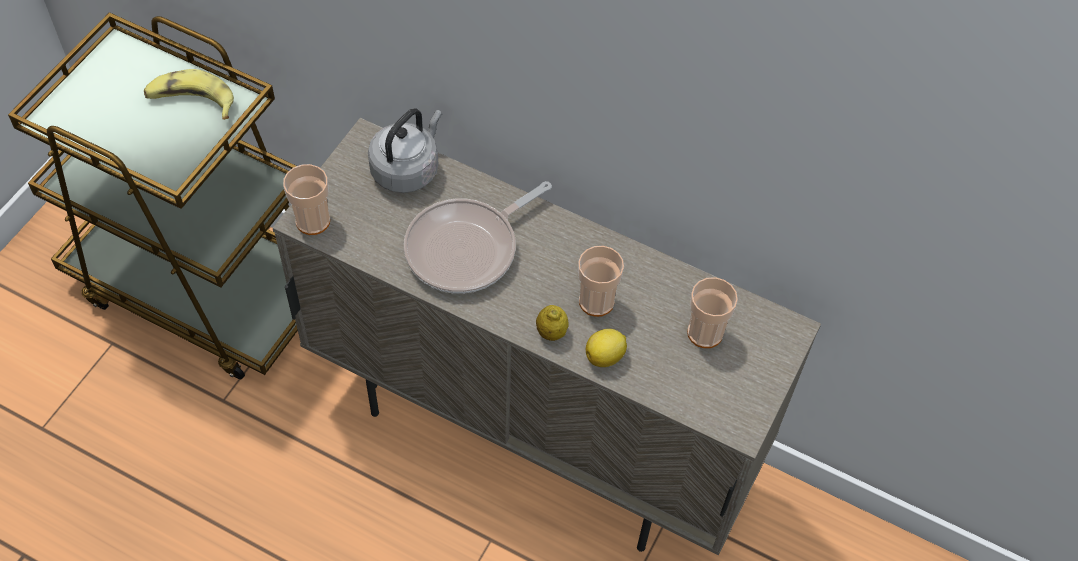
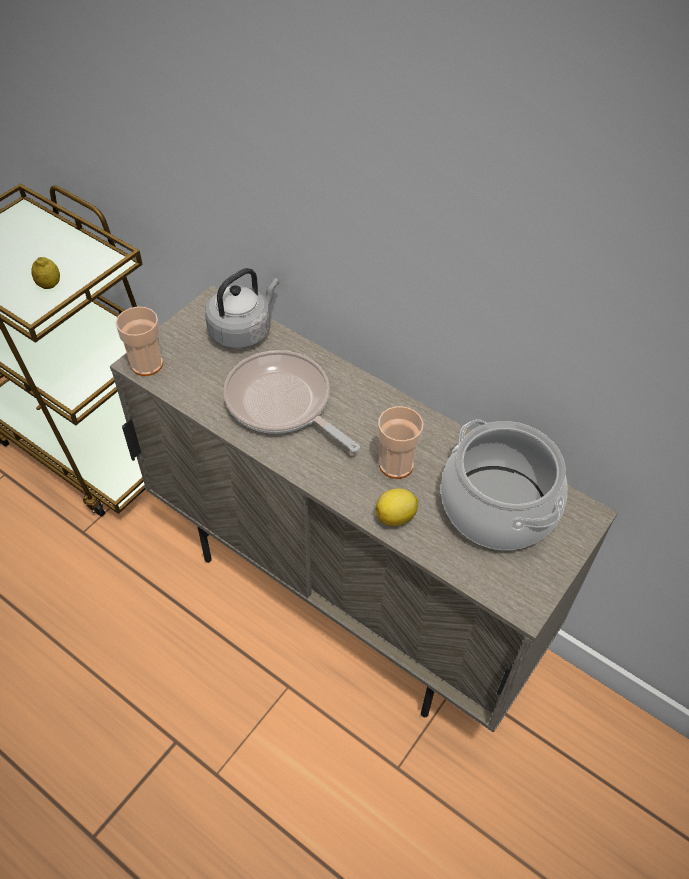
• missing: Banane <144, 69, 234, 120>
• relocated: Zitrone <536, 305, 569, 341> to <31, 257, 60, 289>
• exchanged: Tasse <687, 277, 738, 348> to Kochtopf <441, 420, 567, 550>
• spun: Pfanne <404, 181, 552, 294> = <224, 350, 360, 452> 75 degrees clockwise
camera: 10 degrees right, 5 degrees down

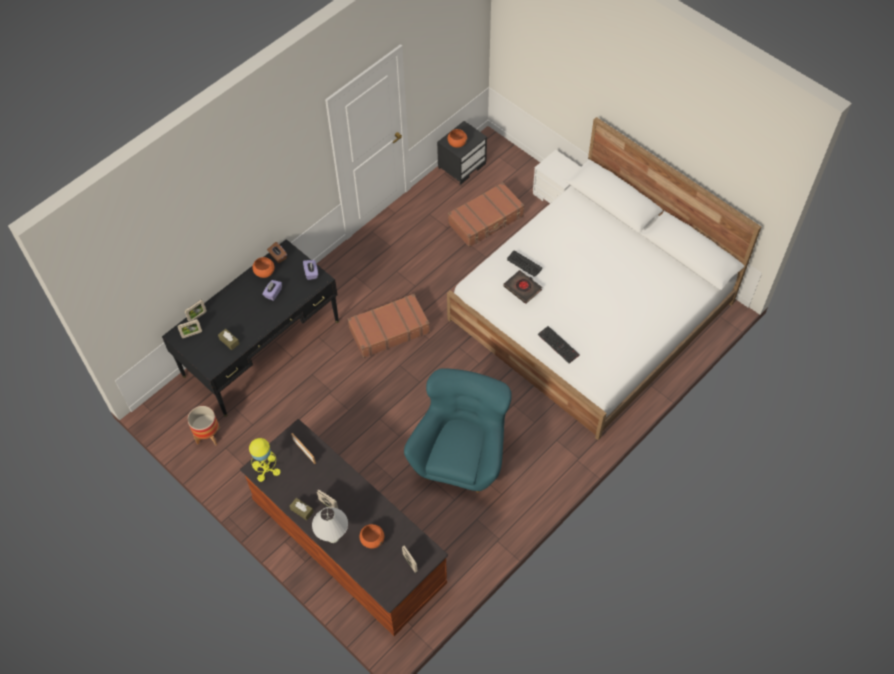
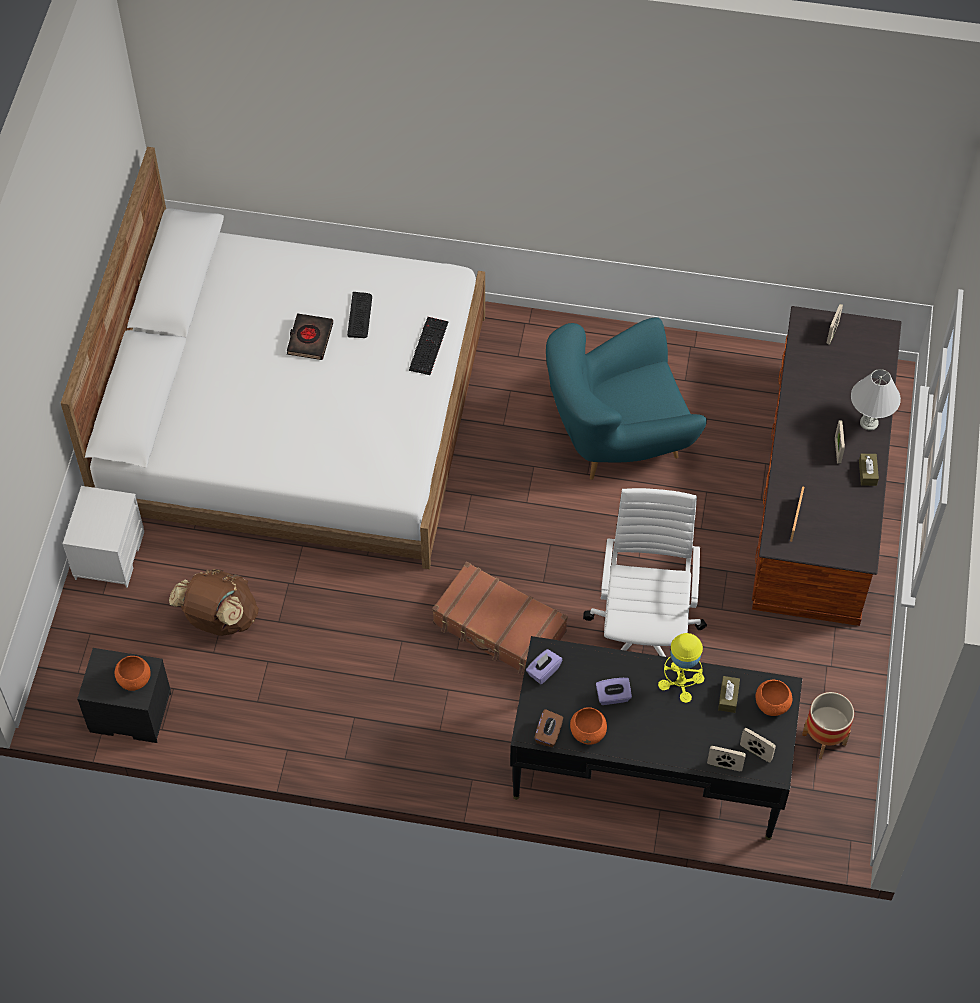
• appeared: Bürostuhl (weiß) <583, 488, 707, 657>
• relocated: Tischlampe (gelb) <249, 438, 280, 482> to <658, 633, 704, 703>
• relocated: Schüssel (orange) <360, 524, 384, 549> to <756, 680, 792, 716>
• relocated: Buch (schwarz) <503, 270, 542, 304> to <287, 313, 333, 360>
• relocated: Tastatur <507, 251, 542, 277> to <347, 292, 372, 338>
• exchanged: Koffer (braun) <448, 182, 524, 247> to Rucksack (braun) <169, 569, 259, 636>
camera: 125 degrees left, 0 degrees up

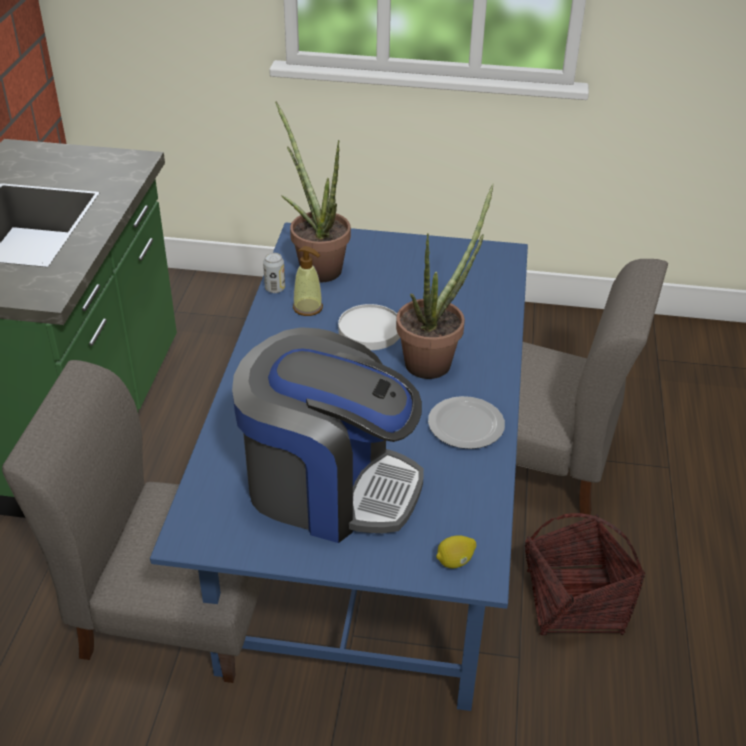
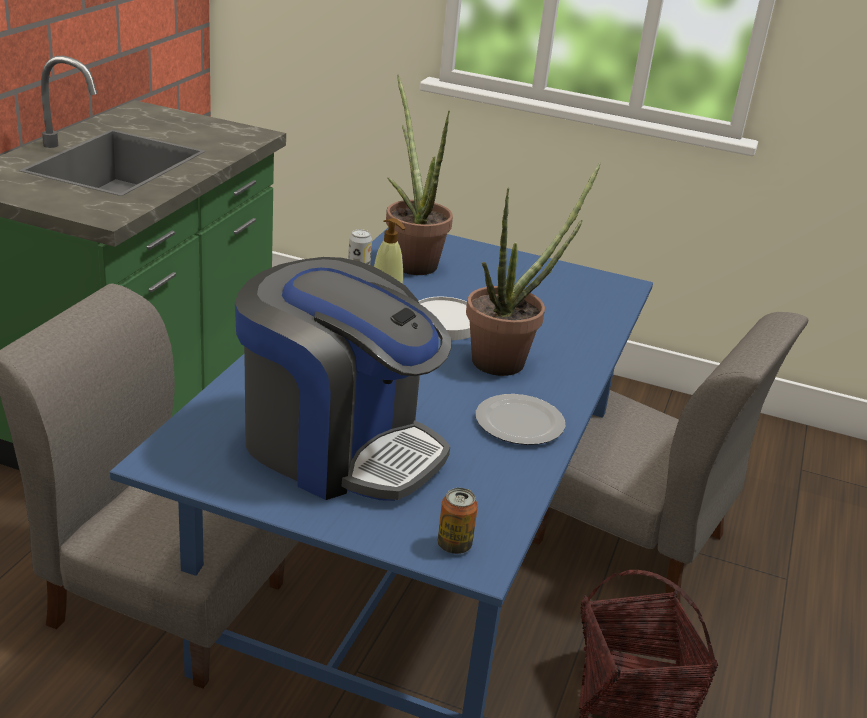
• exchanged: Zitrone <436, 535, 476, 568> to Dose <437, 488, 478, 554>
camera: 10 degrees right, 10 degrees down

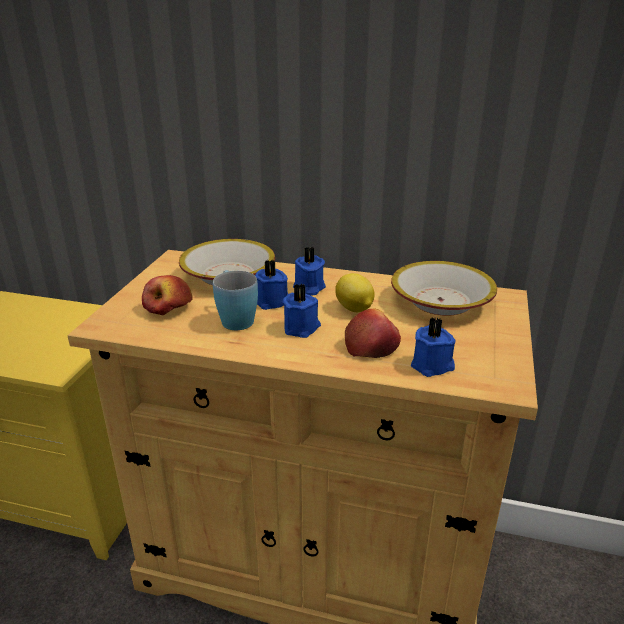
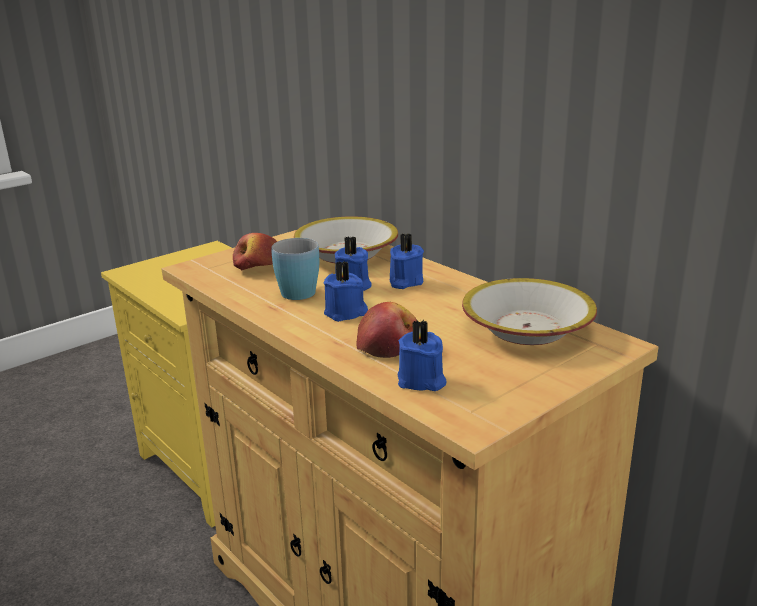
• missing: Zitrone <335, 273, 375, 312>
camera: 35 degrees right, 5 degrees down

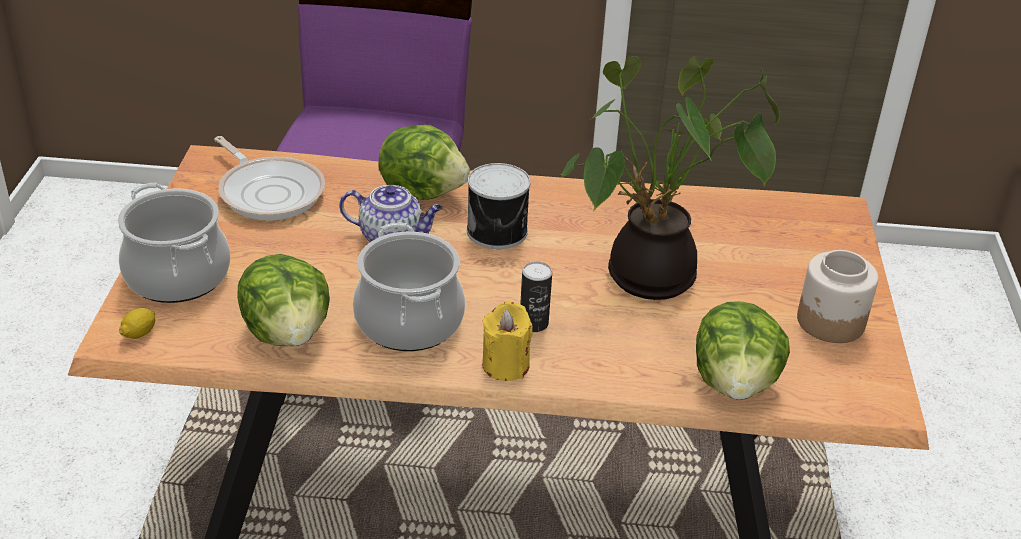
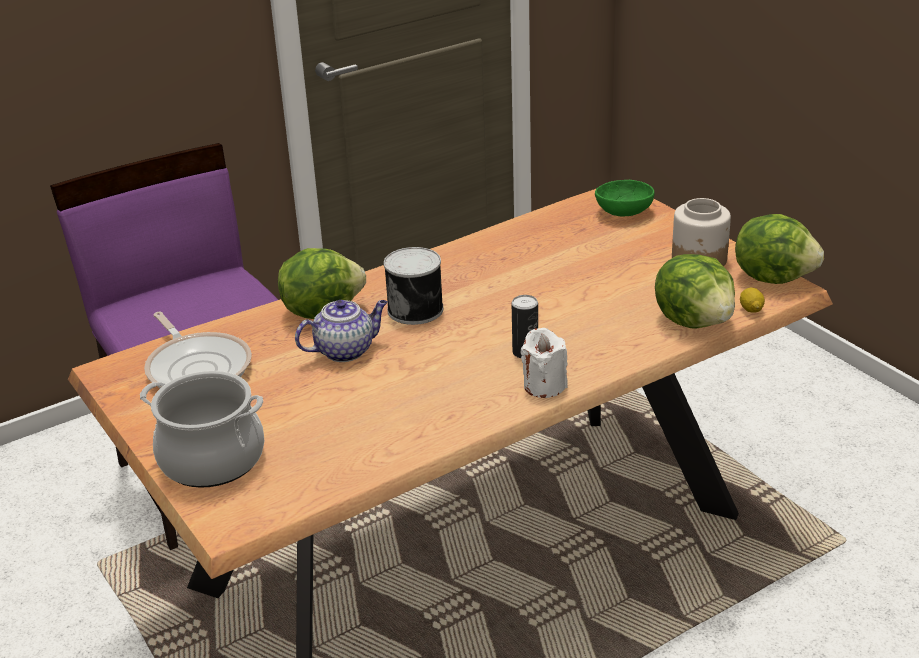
• missing: Kochtopf <353, 222, 465, 351>
• missing: Topfpflanze <561, 56, 780, 300>
• appeared: Schüssel (grün) <595, 180, 654, 216>
• relocated: Zitrone <119, 308, 155, 339> to <740, 287, 765, 313>
• relocated: Salatkopf <237, 254, 330, 347> to <735, 214, 824, 284>
• colour: Kerze (gelb) <482, 302, 533, 381> to Kerze (weiß) <521, 328, 568, 398>
• spun: Pfanne <214, 136, 325, 221> = <144, 312, 252, 388> 45 degrees clockwise
camera: 35 degrees left, 5 degrees down

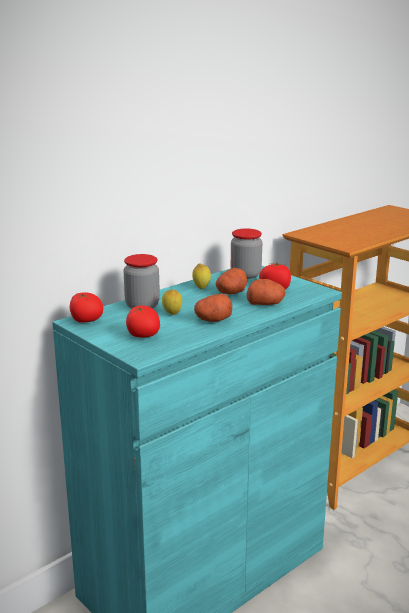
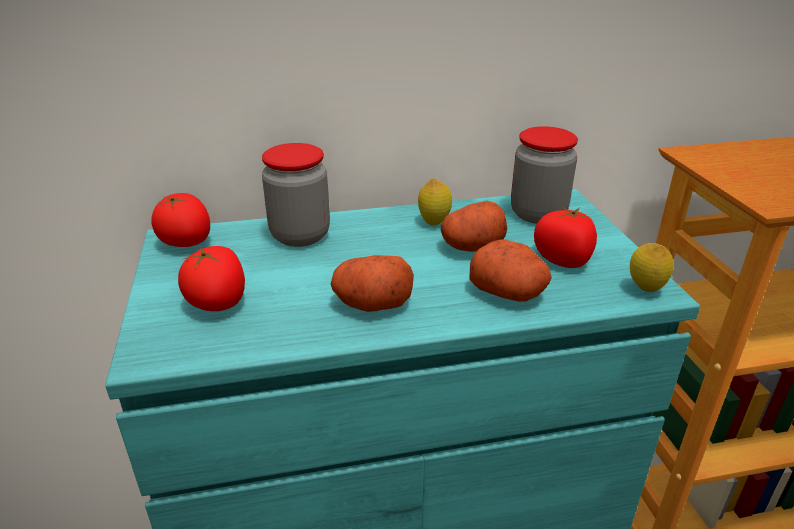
• relocated: Zitrone <162, 289, 182, 315> to <630, 243, 674, 292>
camera: 30 degrees right, 10 degrees up

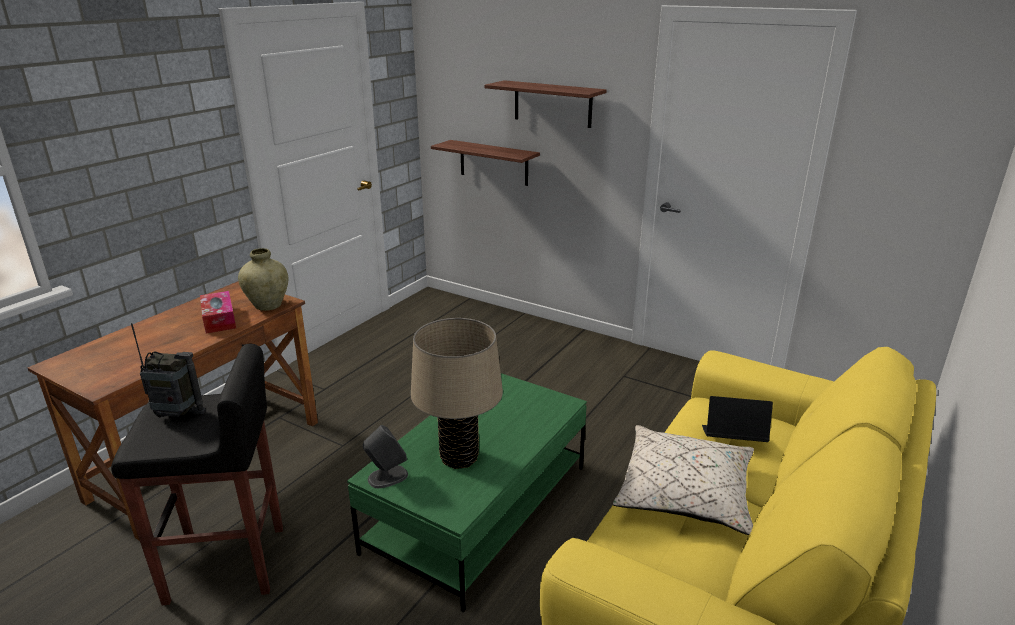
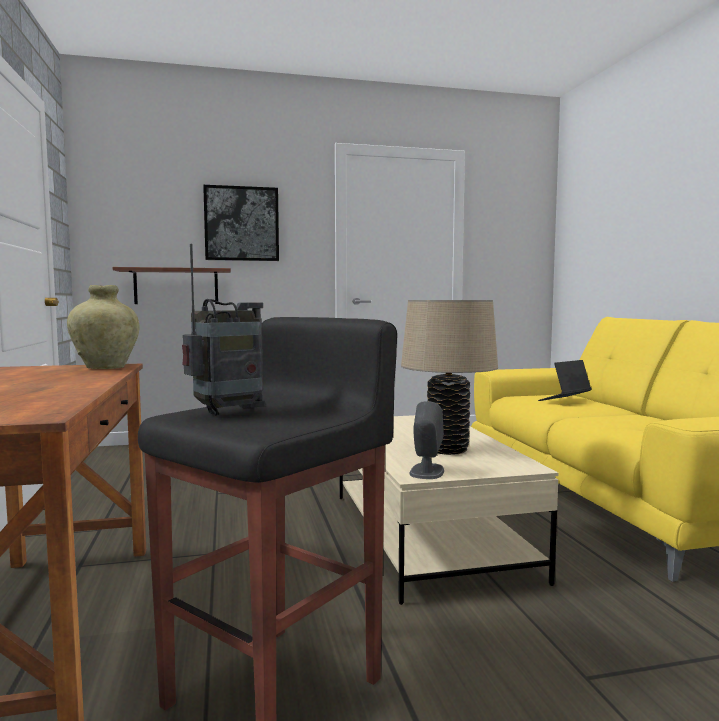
• missing: Taschentuchbox <200, 291, 236, 334>
• missing: Kissen (beige) <613, 425, 754, 535>
• exchanged: Wandregal <484, 80, 606, 128> to Bild <203, 185, 279, 261>
• colour: Couchtisch (grün) <347, 373, 587, 612> to Couchtisch (beige) <339, 415, 558, 605>
camera: 45 degrees left, 20 degrees down

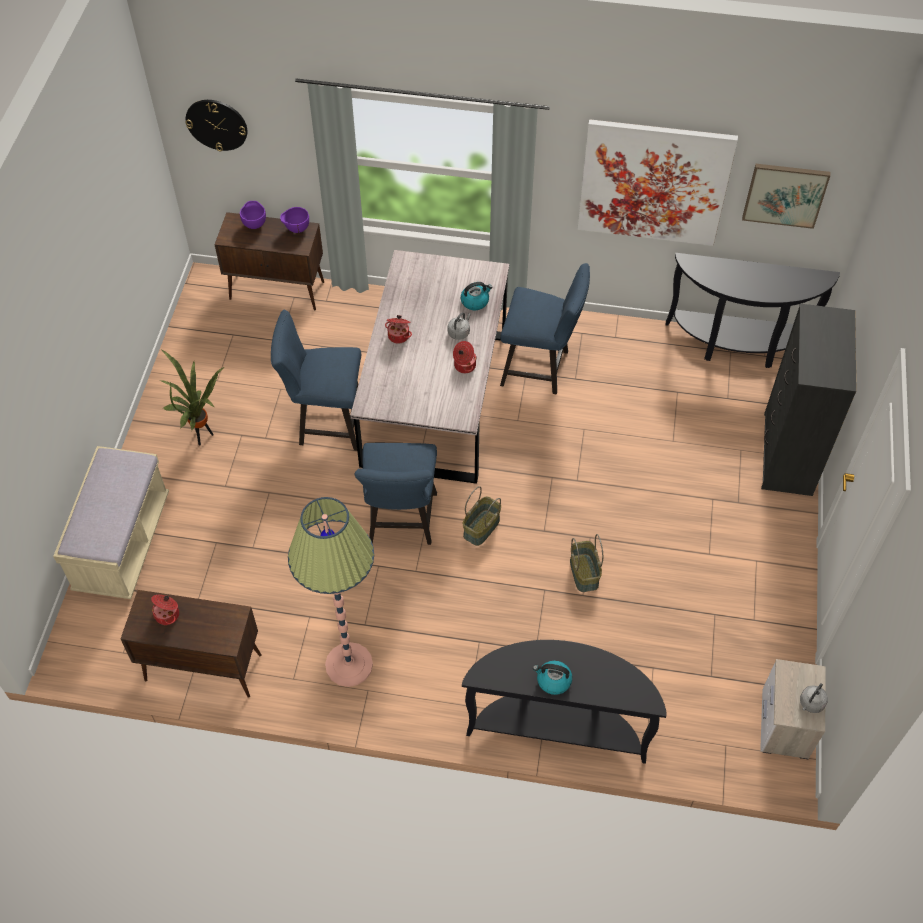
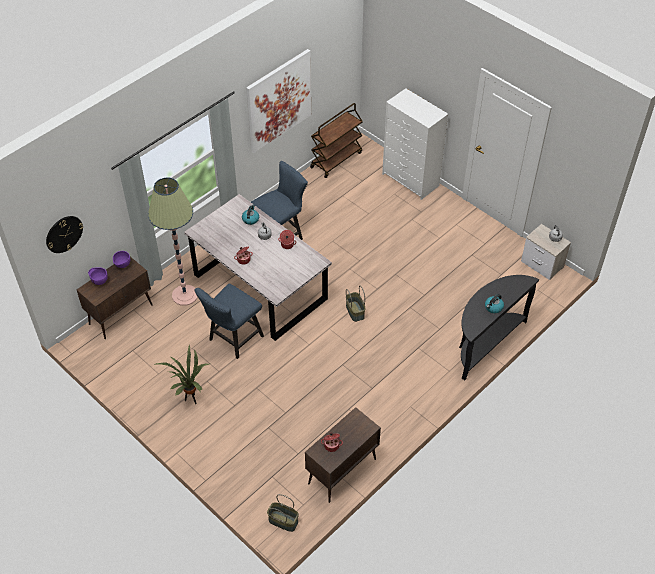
• missing: Bank (beige) <53, 446, 169, 599>
• missing: Stuhl (blau) <354, 443, 437, 545>
• missing: Bild <742, 164, 830, 229>
• relocated: Stehlampe <288, 497, 374, 687> to <148, 177, 198, 306>
• relocated: Korb <570, 534, 603, 592> to <267, 494, 299, 532>
• exchanged: Konsolentisch (schwarz) <666, 253, 840, 368> to Rollwagen (braun) <310, 103, 363, 178>
• colour: Kommode (schwarz) <761, 304, 856, 496> to Kommode (weiß) <382, 88, 448, 200>
camera: 55 degrees left, 5 degrees down

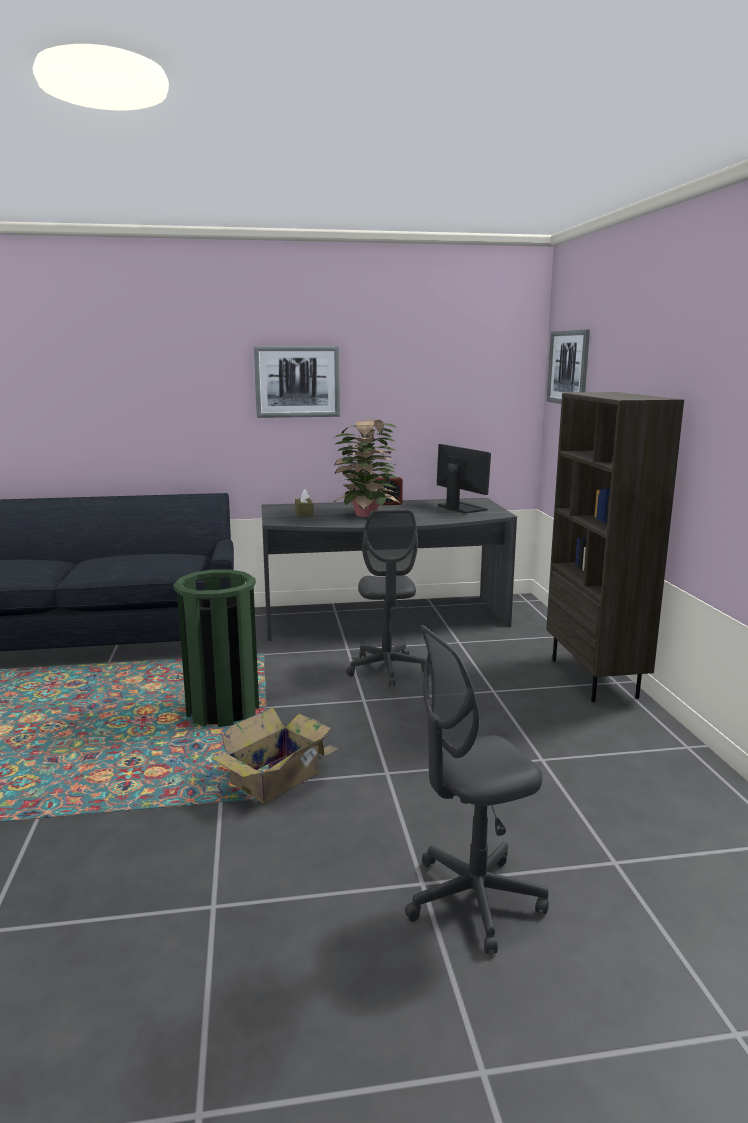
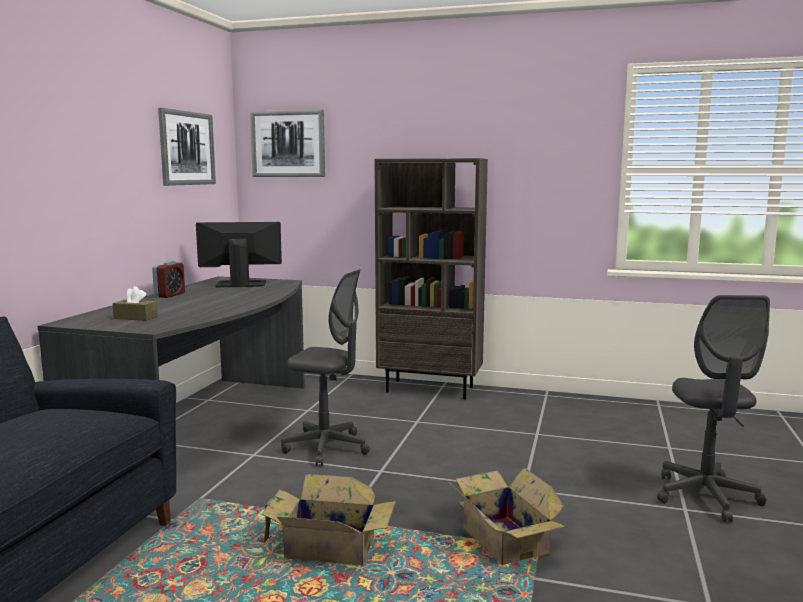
• missing: Topfpflanze <334, 420, 400, 517>
• relocated: Bild <254, 346, 340, 418> to <158, 108, 216, 186>
• exchanged: Mülleimer (grün) <173, 569, 259, 727> to Karton <261, 474, 396, 566>
camera: 65 degrees left, 5 degrees down

